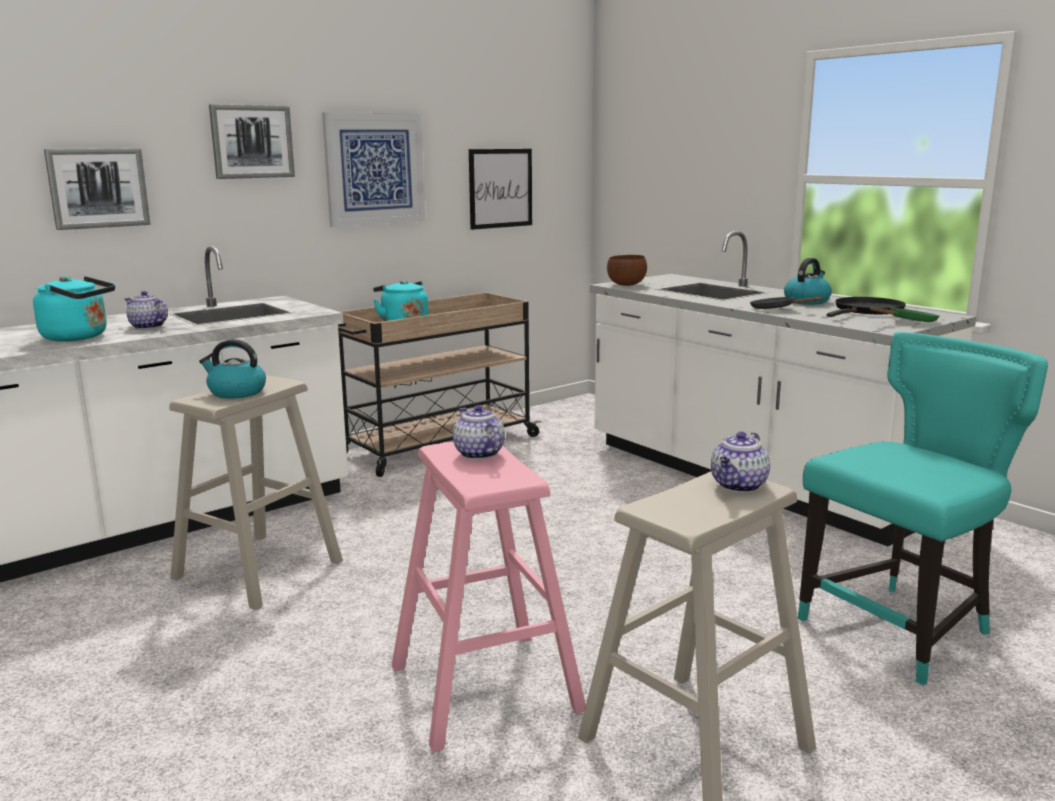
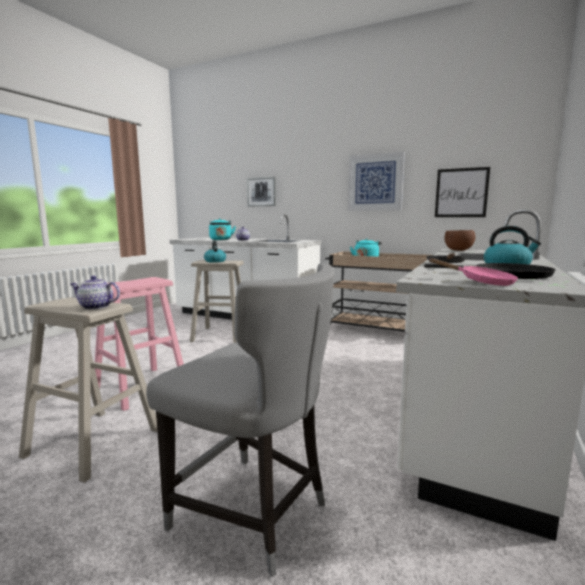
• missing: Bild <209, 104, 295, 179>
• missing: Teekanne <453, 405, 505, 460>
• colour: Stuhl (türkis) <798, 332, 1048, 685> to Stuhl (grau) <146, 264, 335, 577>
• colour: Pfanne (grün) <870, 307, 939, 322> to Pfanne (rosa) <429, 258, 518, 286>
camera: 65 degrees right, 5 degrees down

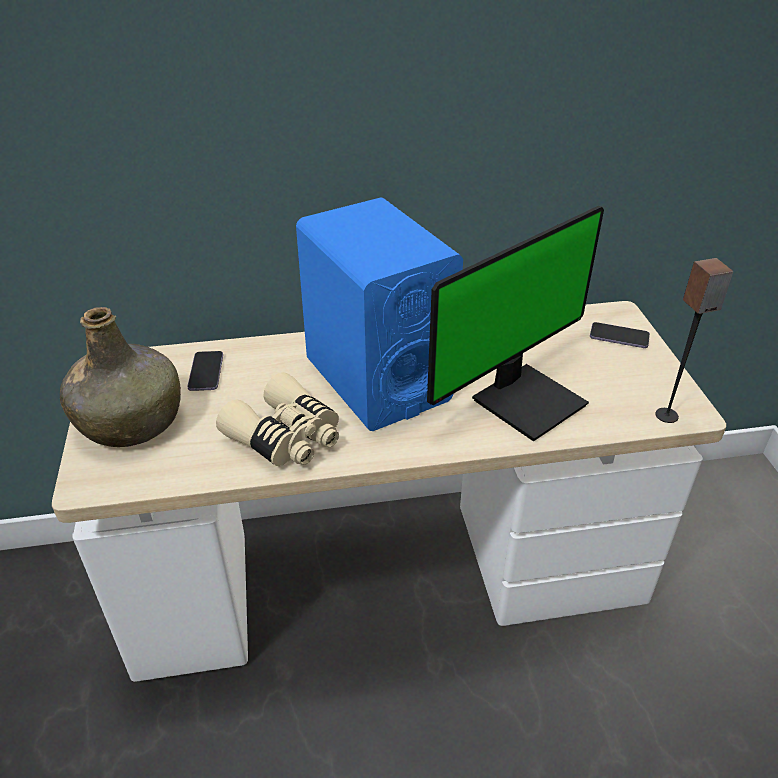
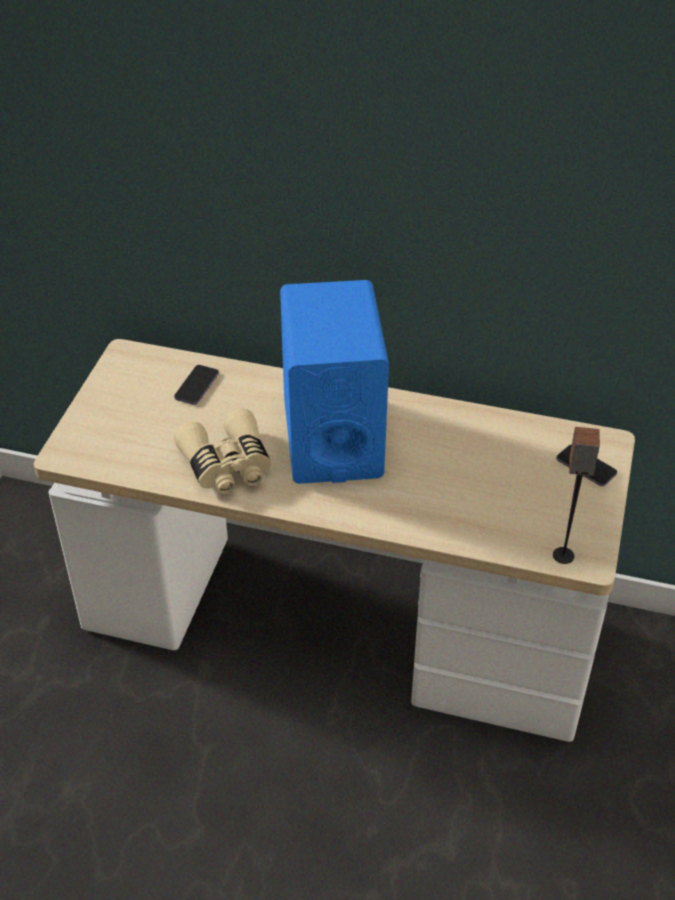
• missing: Flasche (grün) <60, 307, 181, 447>
• missing: Monitor <427, 206, 604, 442>
camera: 25 degrees right, 5 degrees up

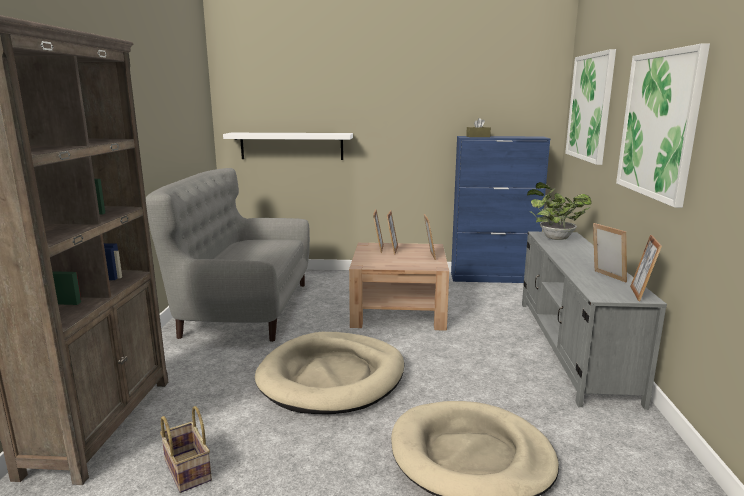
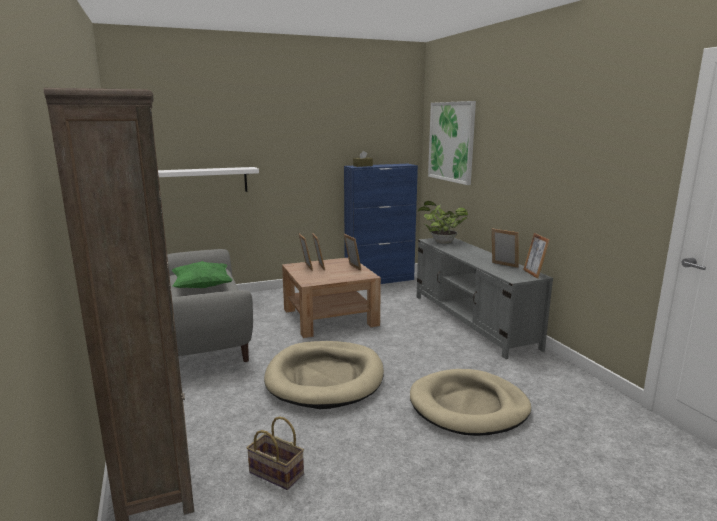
• missing: Bild <616, 44, 710, 208>
• appeared: Kissen (grün) <171, 261, 233, 288>
camera: 25 degrees left, 0 degrees up

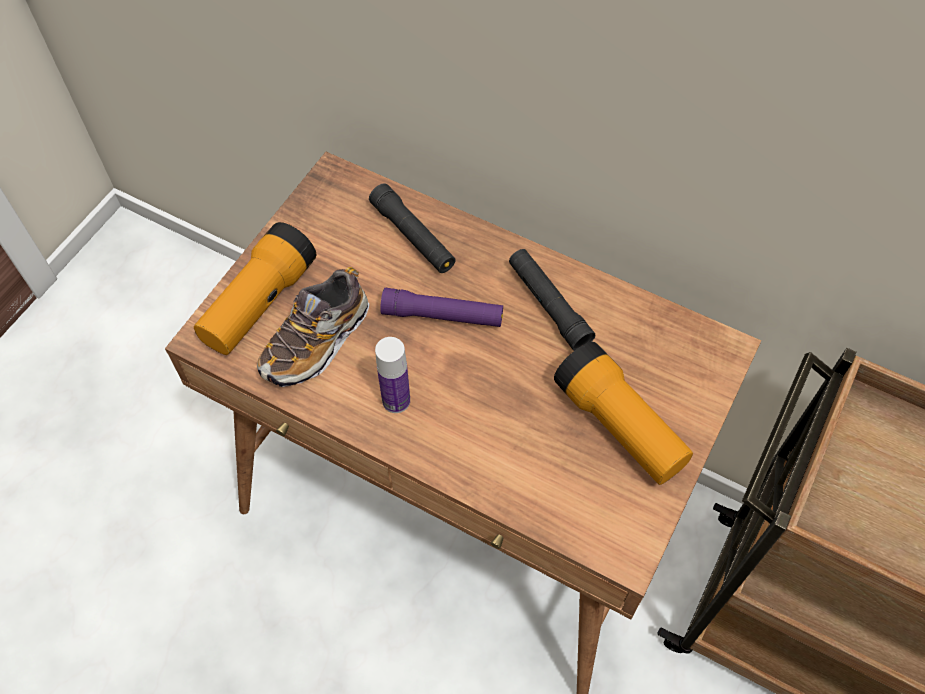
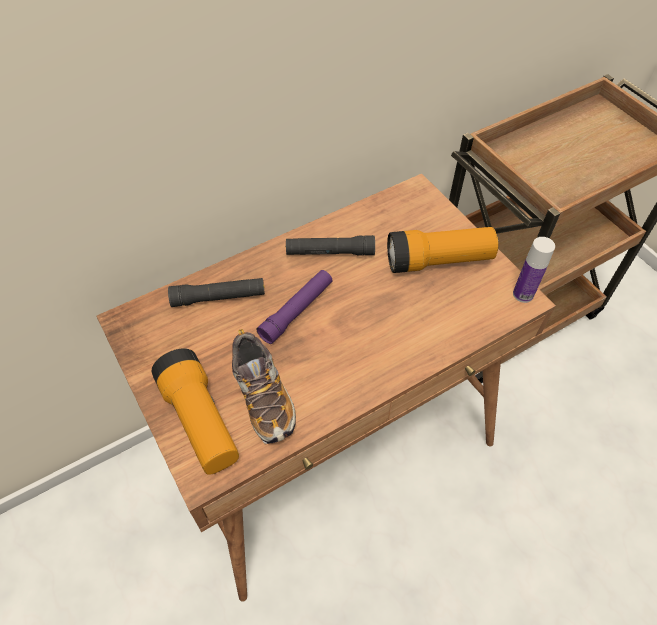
• relocated: Flasche <375, 337, 410, 413> to <513, 237, 555, 303>
camera: 60 degrees left, 5 degrees down

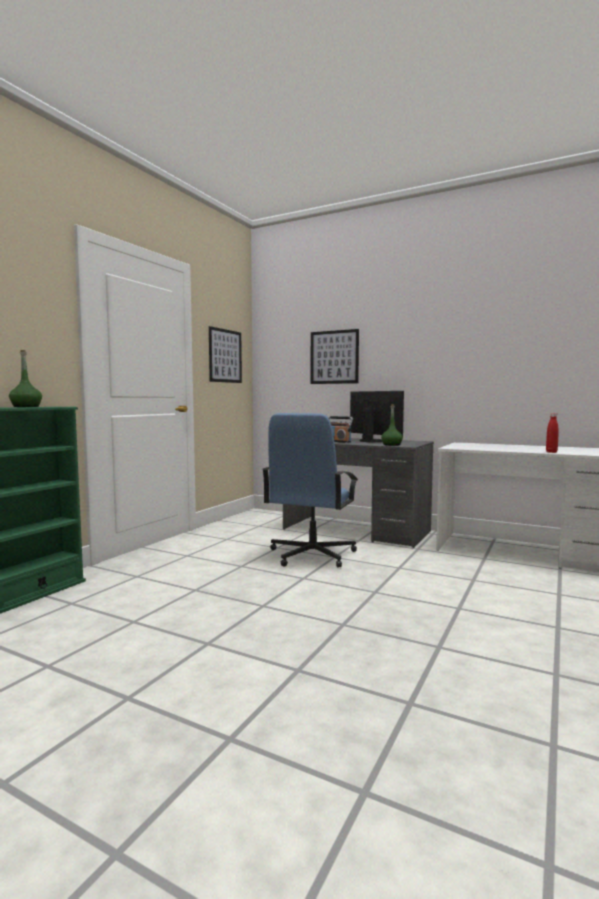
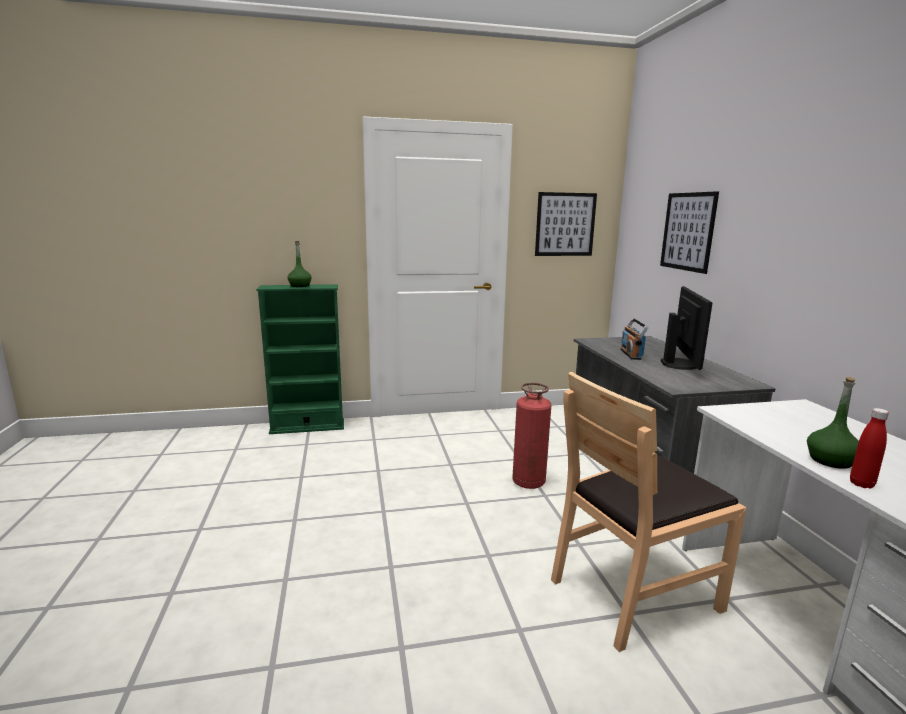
• appeared: Stuhl (braun) <551, 372, 747, 652>
• relocated: Flasche (grün) <381, 404, 403, 446> to <807, 377, 859, 469>
• exchanged: Bürostuhl (blau) <262, 413, 358, 568> to Feuerlöscher <512, 383, 551, 489>
camera: 50 degrees right, 10 degrees up

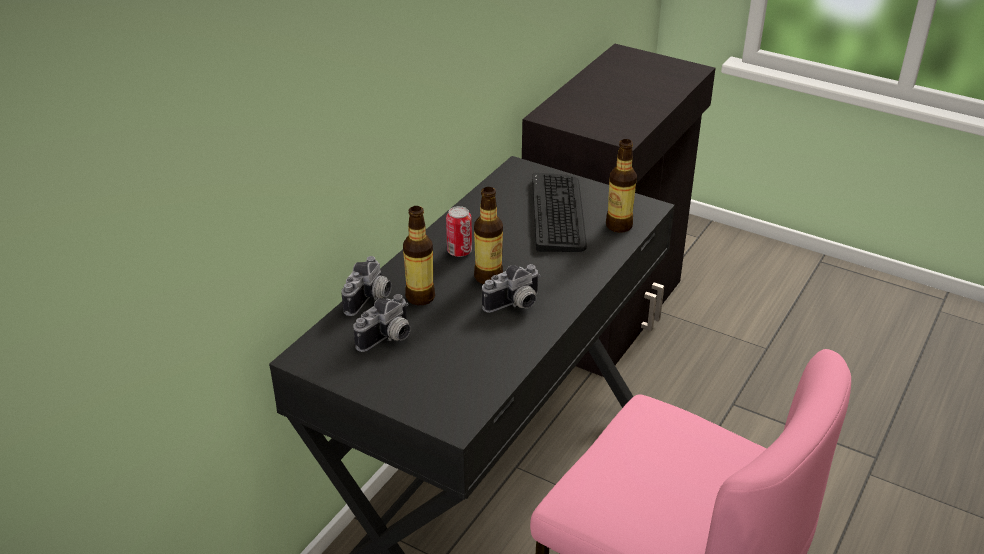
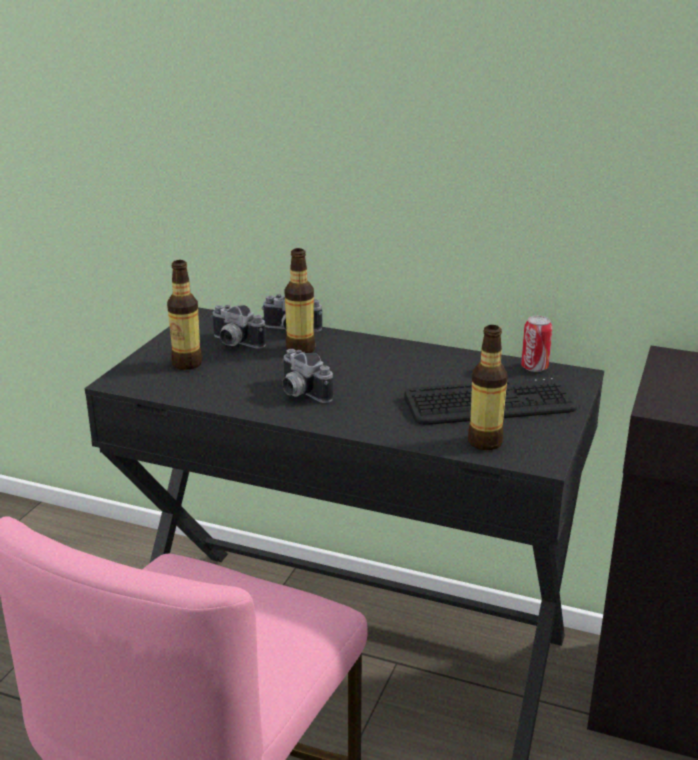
• relocated: Dose <446, 206, 472, 257> to <521, 316, 552, 372>
• relocated: Flasche <474, 187, 503, 284> to <167, 260, 202, 370>
camera: 80 degrees right, 10 degrees down

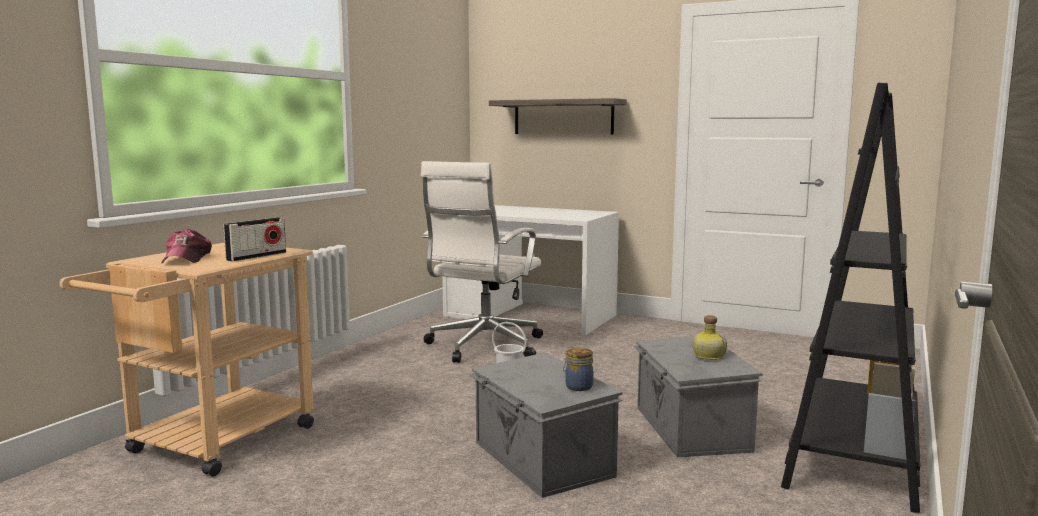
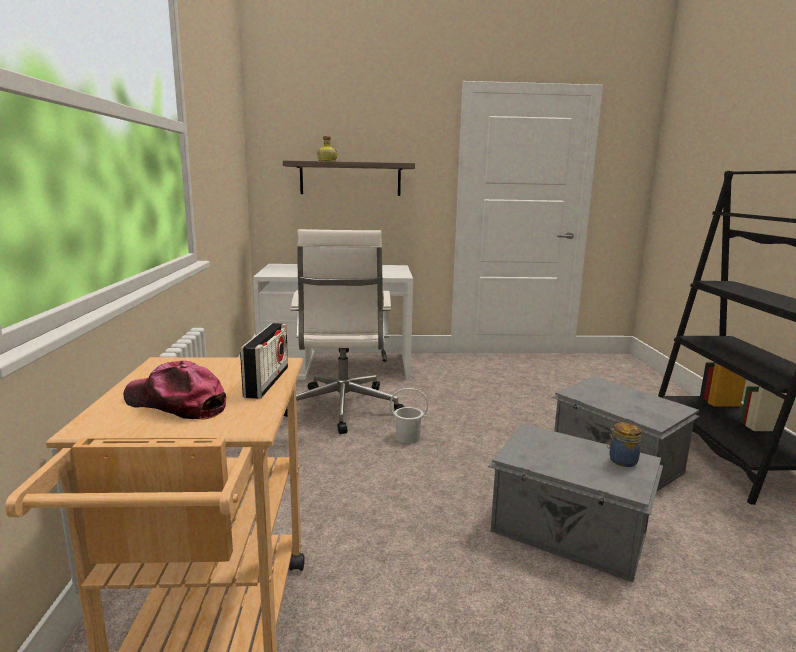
• relocated: Flasche <692, 315, 727, 360> to <317, 136, 337, 161>
• spun: Kappe <162, 229, 212, 263> = <123, 361, 226, 420> 150 degrees clockwise
camera: 30 degrees left, 5 degrees up

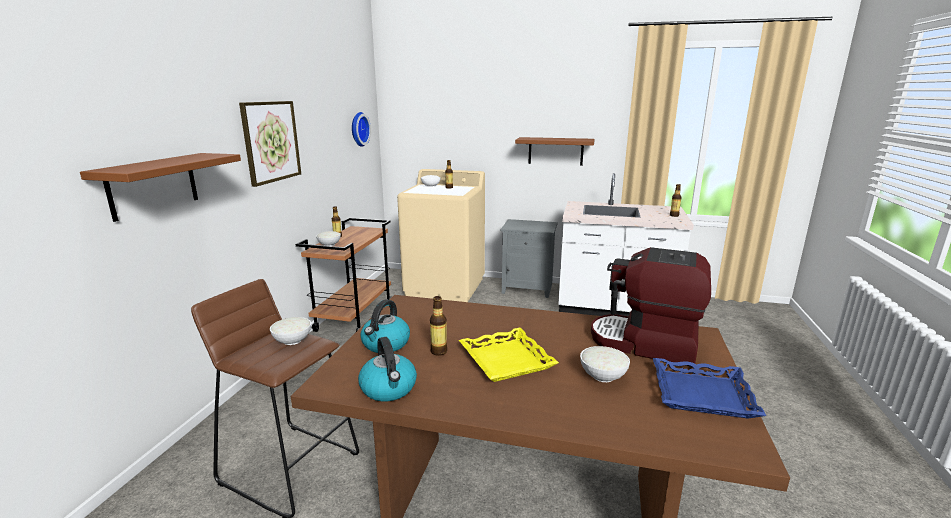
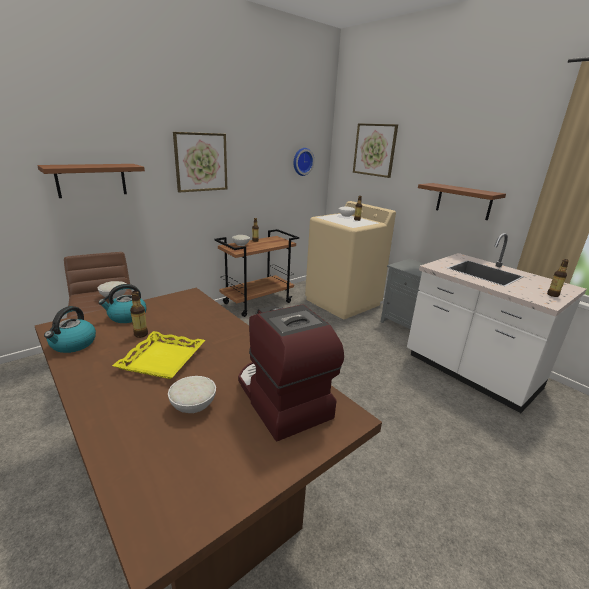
• missing: Tablett (blau) <653, 358, 766, 418>
• appeared: Bild <353, 123, 398, 178>
camera: 35 degrees right, 5 degrees up

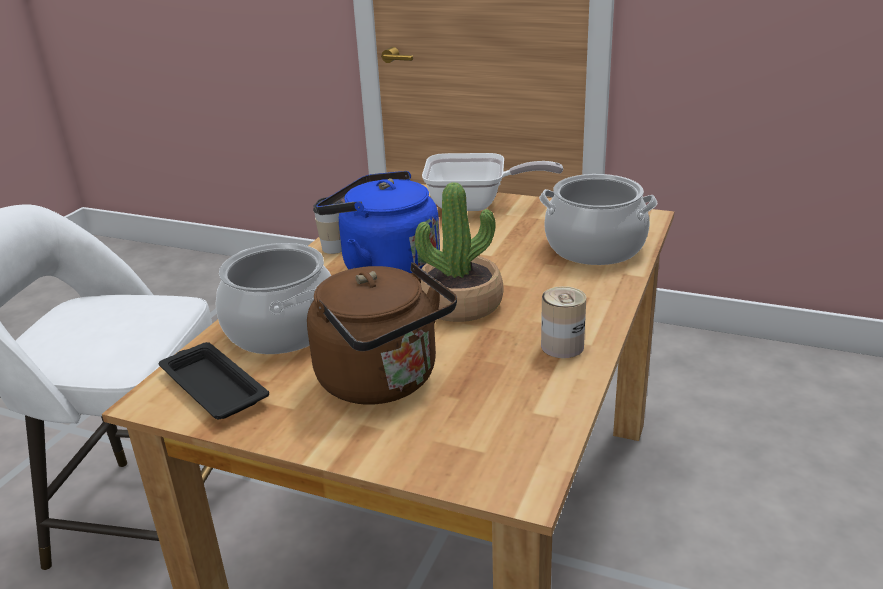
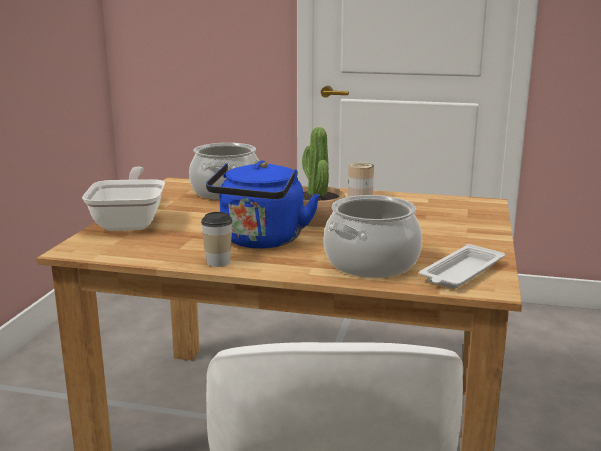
• missing: Wasserkessel (braun) <307, 262, 457, 405>
• colour: Tablett (schwarz) <158, 342, 269, 419> to Tablett (weiß) <419, 244, 505, 289>
camera: 100 degrees left, 10 degrees down

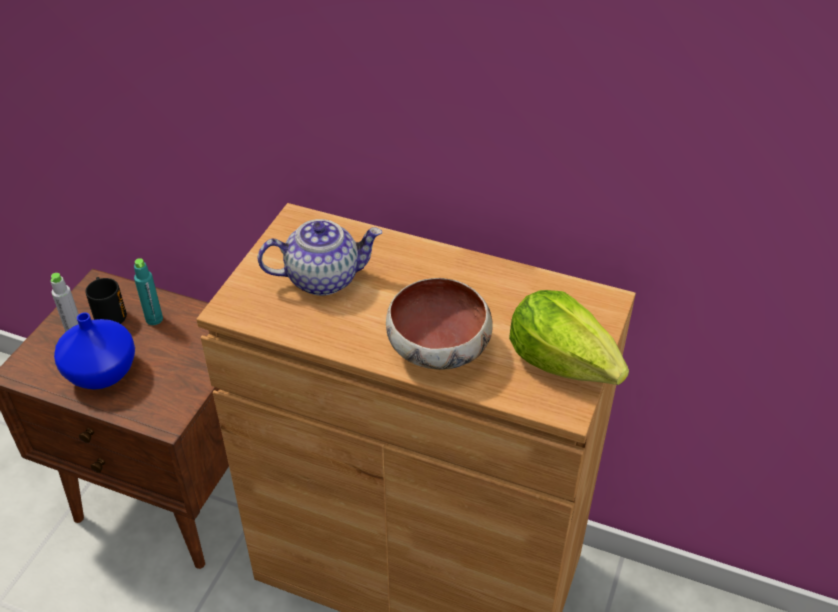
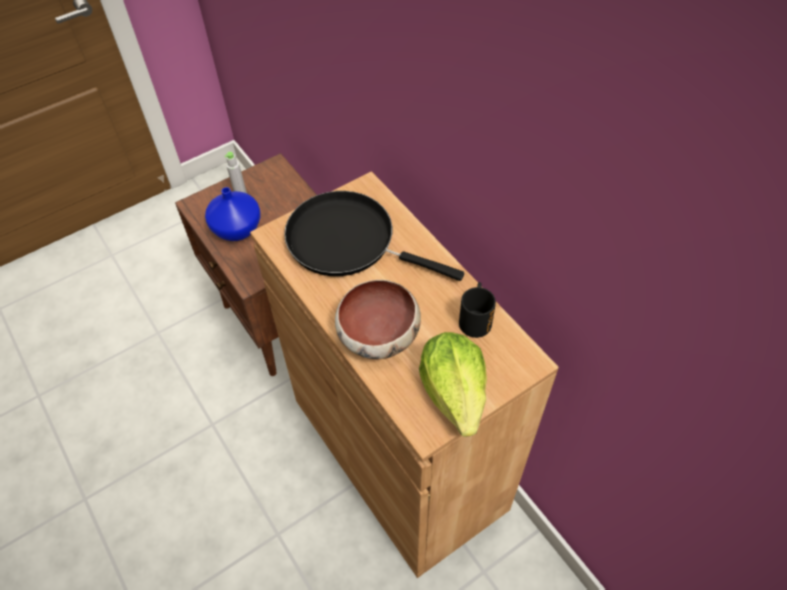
• missing: Flasche (türkis) <134, 258, 163, 325>
• relocated: Henkelbecher (schwarz) <85, 277, 127, 324> to <459, 282, 496, 338>
• exchanged: Teekanne <258, 219, 382, 296> to Pfanne (schwarz) <284, 191, 464, 281>
camera: 35 degrees right, 10 degrees up

